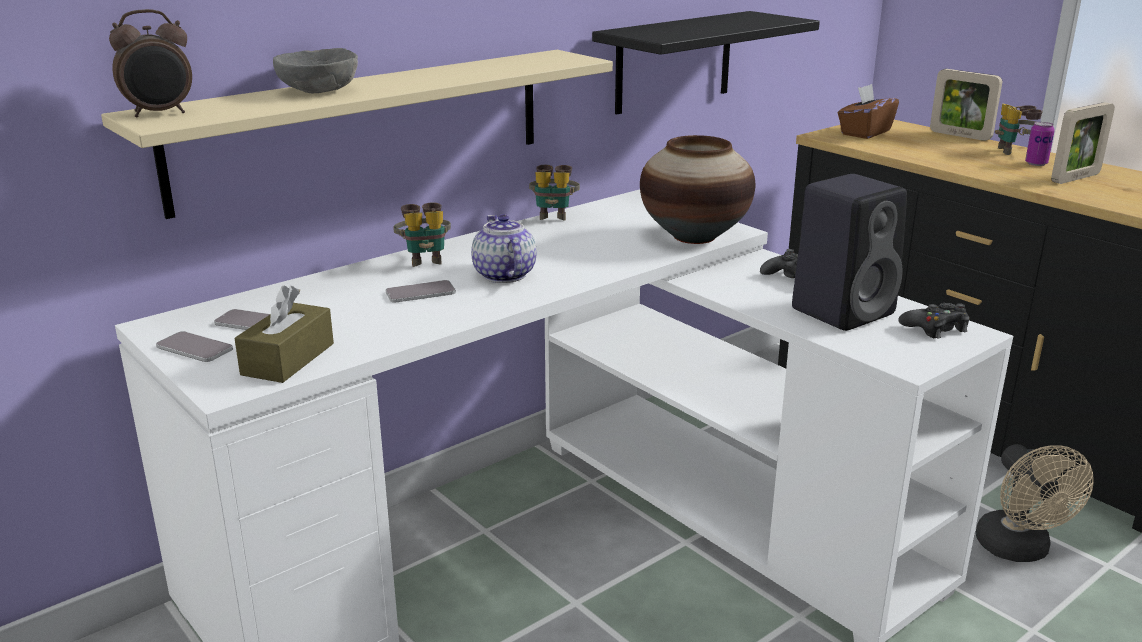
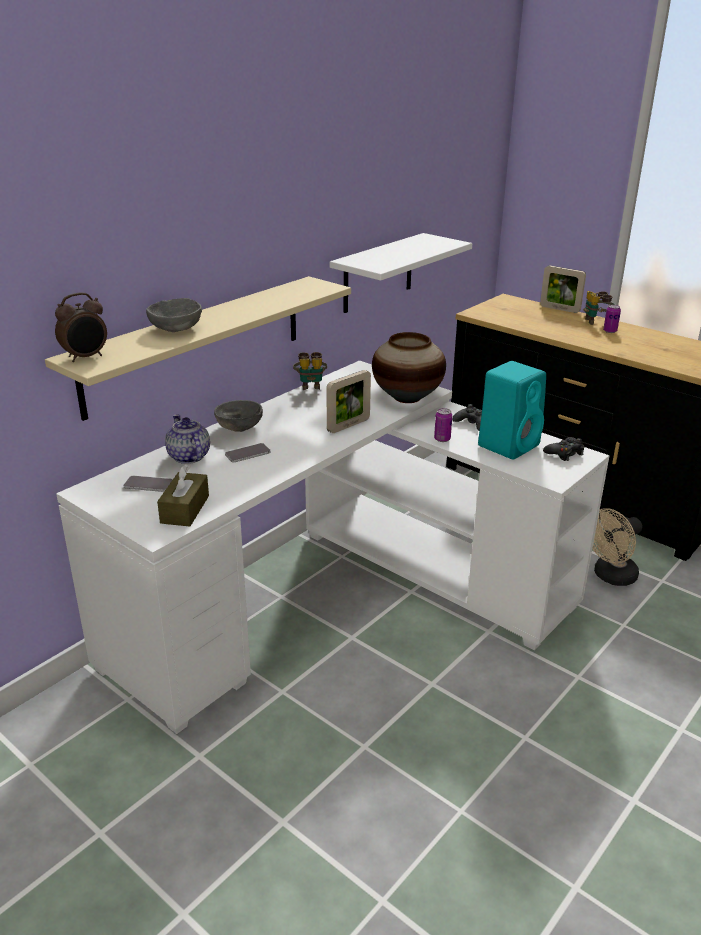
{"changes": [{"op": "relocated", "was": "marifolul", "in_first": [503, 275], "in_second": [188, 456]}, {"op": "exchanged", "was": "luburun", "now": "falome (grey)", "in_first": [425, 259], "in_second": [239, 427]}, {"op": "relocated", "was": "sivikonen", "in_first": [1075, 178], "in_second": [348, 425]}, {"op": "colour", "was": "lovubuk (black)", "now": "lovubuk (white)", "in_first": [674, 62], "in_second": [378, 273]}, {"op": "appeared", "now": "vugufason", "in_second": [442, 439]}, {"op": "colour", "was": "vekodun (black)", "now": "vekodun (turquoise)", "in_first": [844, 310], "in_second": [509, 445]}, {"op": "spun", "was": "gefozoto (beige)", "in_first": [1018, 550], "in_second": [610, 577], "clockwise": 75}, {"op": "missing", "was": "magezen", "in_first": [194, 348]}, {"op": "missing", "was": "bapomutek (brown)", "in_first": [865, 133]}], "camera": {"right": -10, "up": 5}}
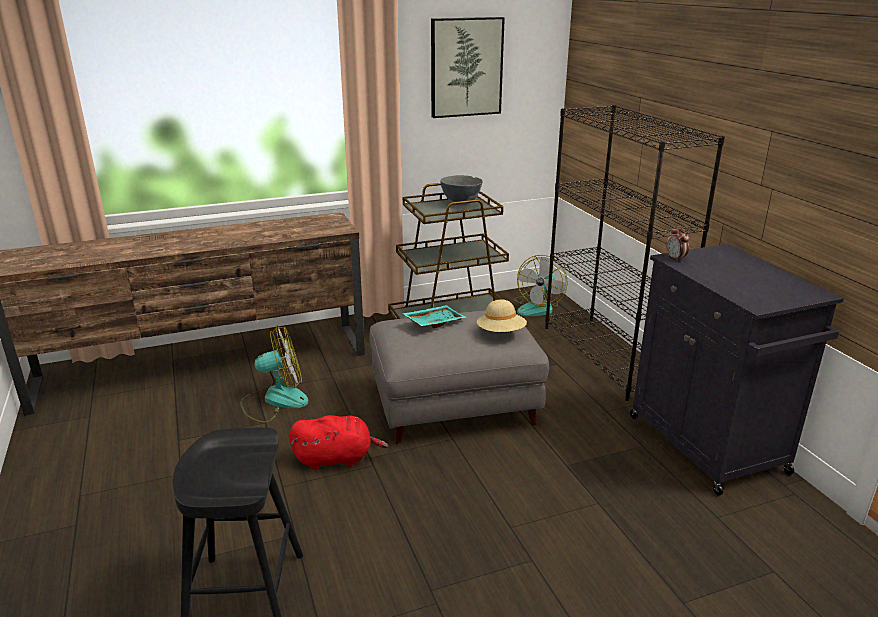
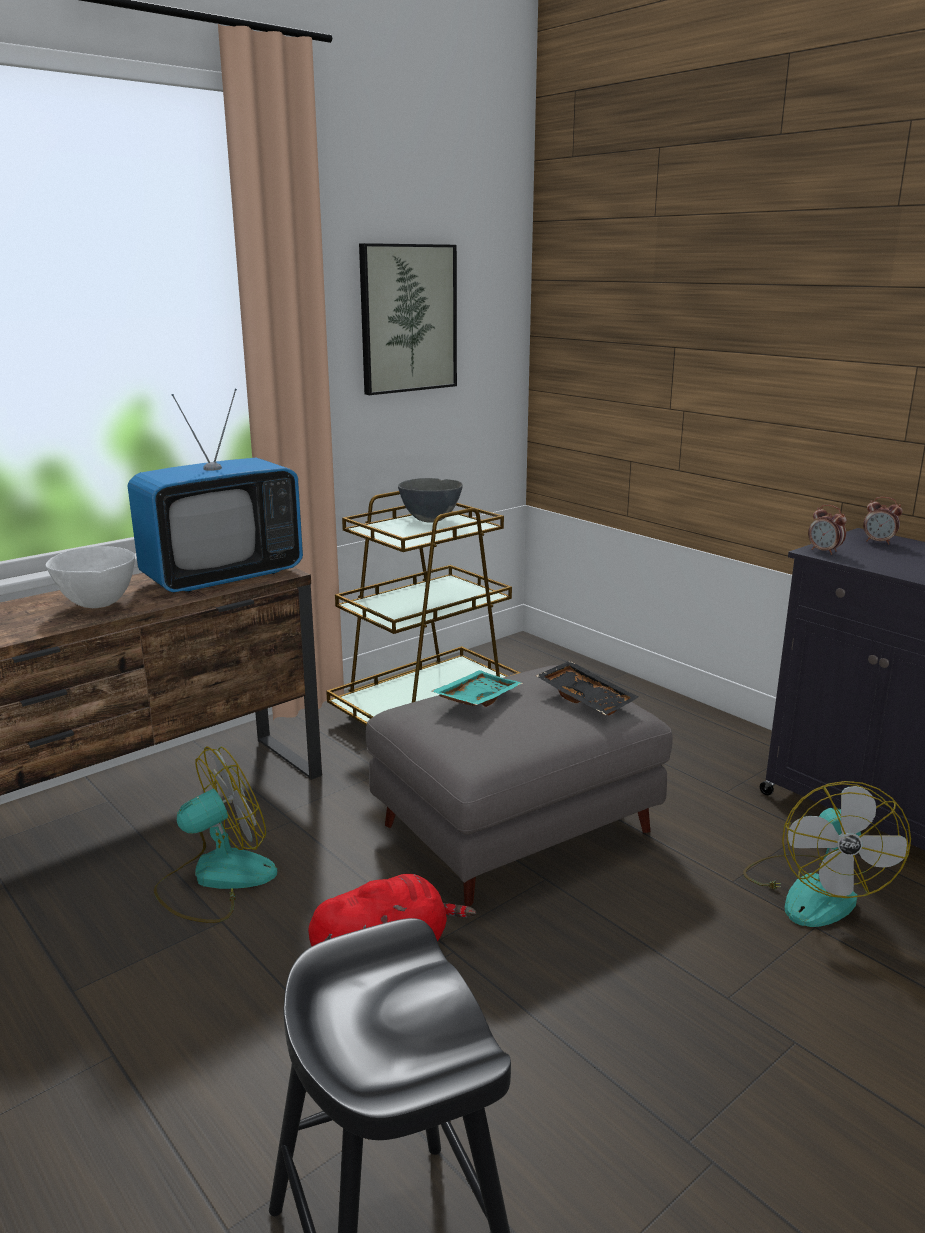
{"changes": [{"op": "appeared", "now": "falome (white)", "in_second": [98, 604]}, {"op": "appeared", "now": "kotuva", "in_second": [223, 577]}, {"op": "exchanged", "was": "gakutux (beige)", "now": "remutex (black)", "in_first": [501, 333], "in_second": [587, 698]}, {"op": "relocated", "was": "gefozoto", "in_first": [538, 307], "in_second": [814, 890]}, {"op": "appeared", "now": "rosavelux", "in_second": [878, 542]}, {"op": "missing", "was": "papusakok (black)", "in_first": [608, 356]}], "camera": {"right": -20, "up": -5}}
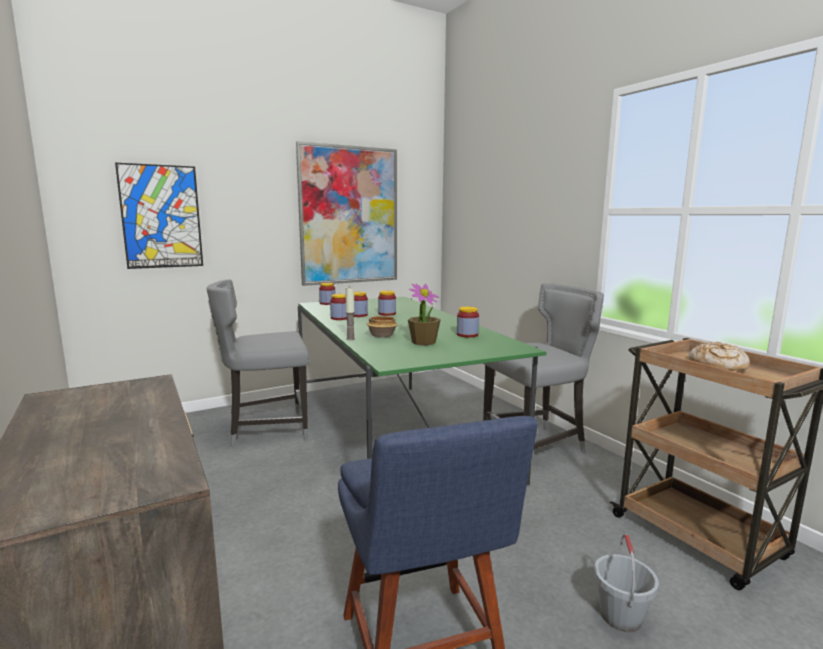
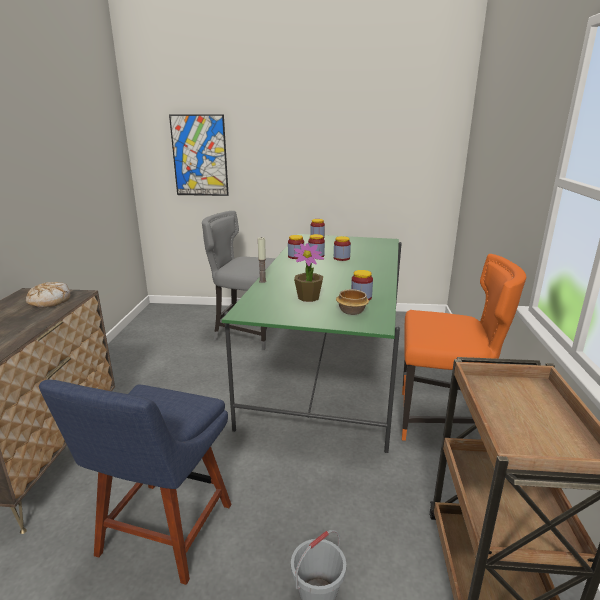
{"changes": [{"op": "relocated", "was": "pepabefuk", "in_first": [717, 366], "in_second": [49, 301]}, {"op": "relocated", "was": "falome", "in_first": [381, 335], "in_second": [351, 311]}, {"op": "colour", "was": "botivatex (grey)", "now": "botivatex (orange)", "in_first": [536, 446], "in_second": [442, 420]}, {"op": "missing", "was": "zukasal", "in_first": [349, 215]}], "camera": {"right": 35, "up": 10}}
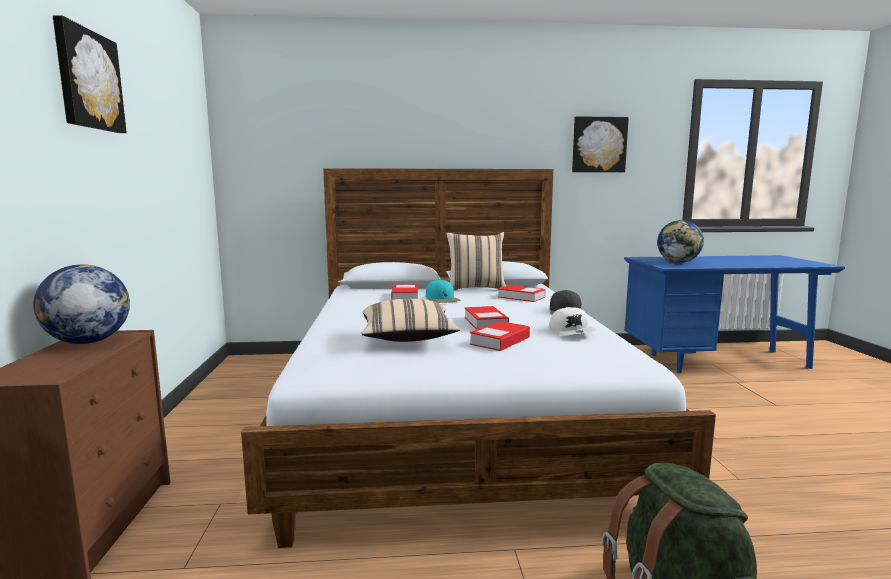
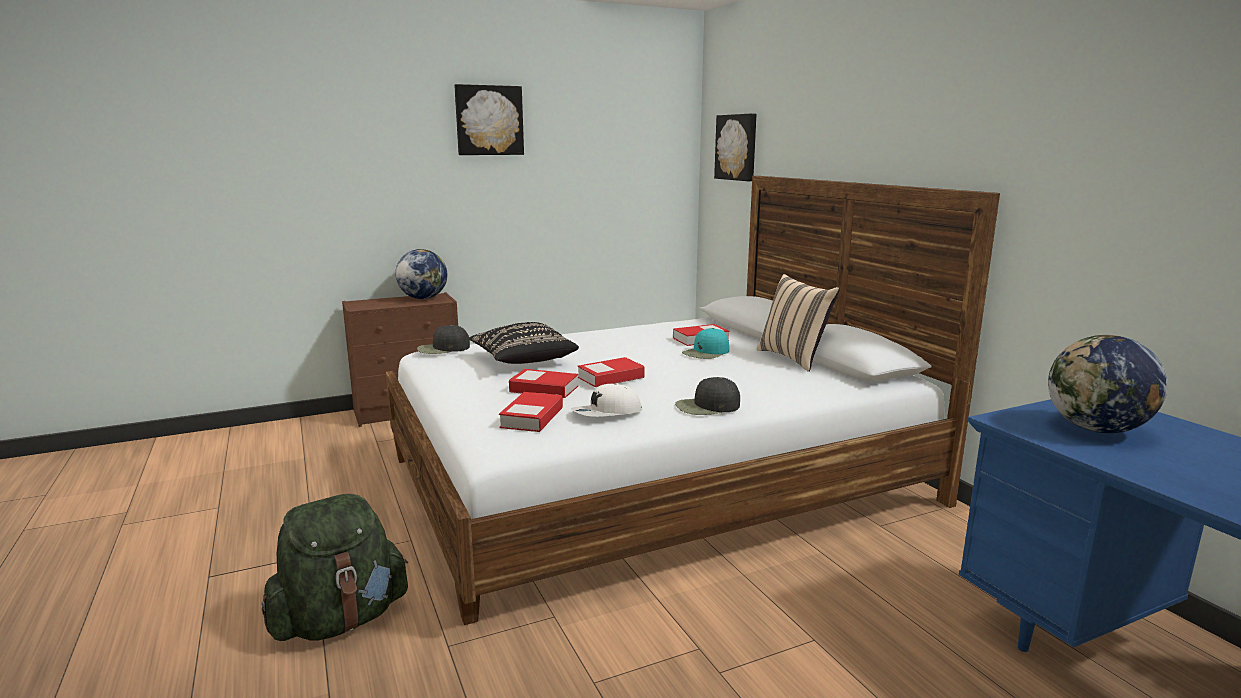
{"changes": [{"op": "appeared", "now": "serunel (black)", "in_second": [443, 348]}, {"op": "colour", "was": "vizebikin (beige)", "now": "vizebikin (black)", "in_first": [407, 338], "in_second": [523, 360]}, {"op": "relocated", "was": "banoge", "in_first": [521, 297], "in_second": [532, 418]}, {"op": "relocated", "was": "zukasal", "in_first": [598, 145], "in_second": [737, 147]}], "camera": {"right": 70, "up": 5}}
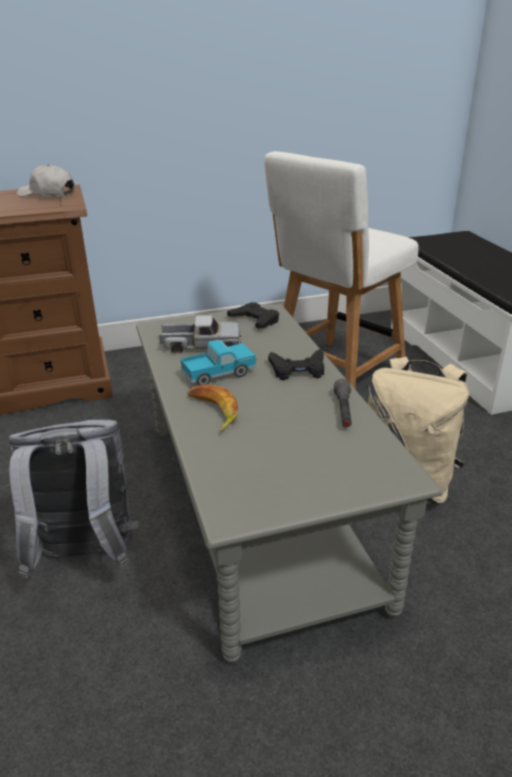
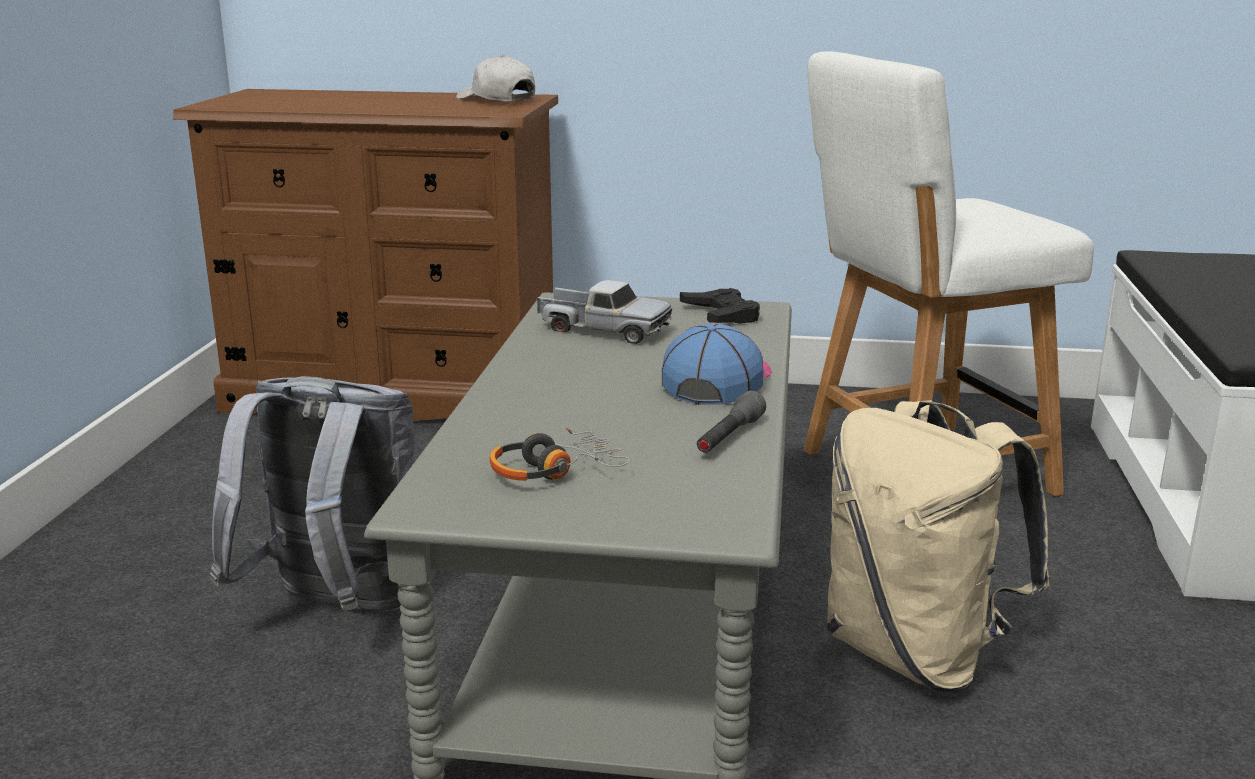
{"changes": [{"op": "appeared", "now": "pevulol", "in_second": [555, 470]}, {"op": "exchanged", "was": "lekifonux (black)", "now": "serunel", "in_first": [298, 370], "in_second": [717, 380]}, {"op": "missing", "was": "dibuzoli", "in_first": [219, 374]}, {"op": "missing", "was": "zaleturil", "in_first": [212, 412]}], "camera": {"right": 25, "up": -10}}
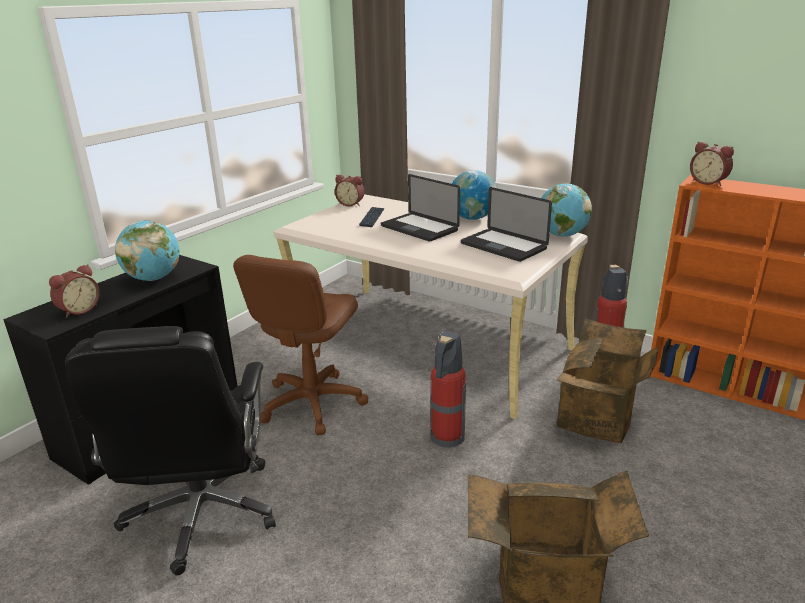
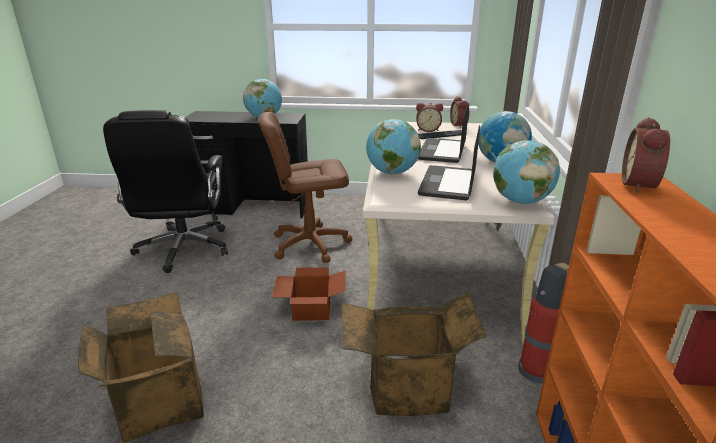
{"changes": [{"op": "spun", "was": "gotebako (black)", "in_first": [201, 514], "in_second": [183, 249], "clockwise": -60}, {"op": "exchanged", "was": "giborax", "now": "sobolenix", "in_first": [446, 438], "in_second": [310, 308]}, {"op": "appeared", "now": "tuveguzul", "in_second": [392, 173]}, {"op": "relocated", "was": "rosavelux", "in_first": [78, 310], "in_second": [428, 130]}], "camera": {"right": 60, "up": 0}}
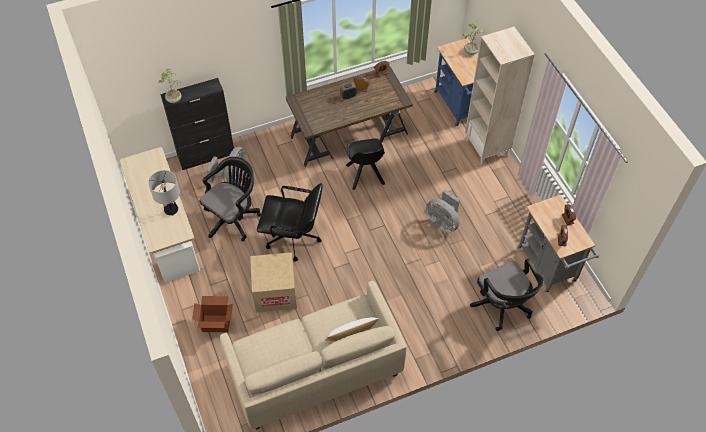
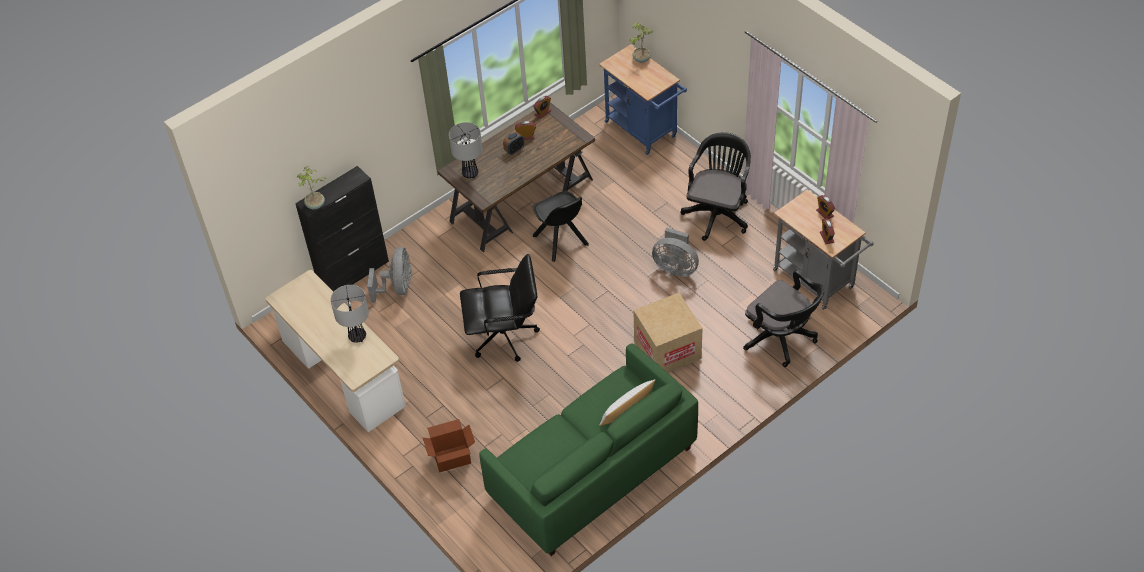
{"changes": [{"op": "appeared", "now": "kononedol", "in_second": [470, 173]}, {"op": "colour", "was": "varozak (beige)", "now": "varozak (green)", "in_first": [314, 369], "in_second": [592, 472]}, {"op": "relocated", "was": "sobolenix", "in_first": [275, 292], "in_second": [667, 349]}, {"op": "relocated", "was": "gotebako (black)", "in_first": [233, 217], "in_second": [718, 213]}, {"op": "missing", "was": "papusakok (beige)", "in_first": [486, 148]}], "camera": {"right": -15, "up": -5}}
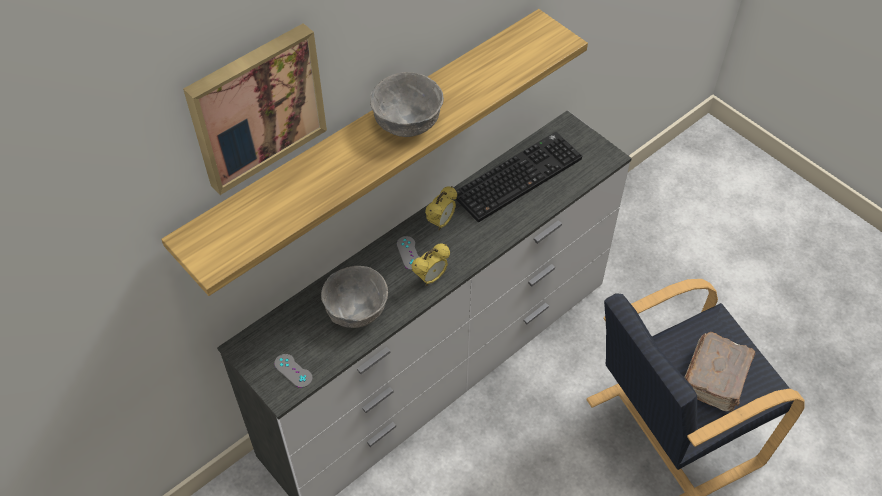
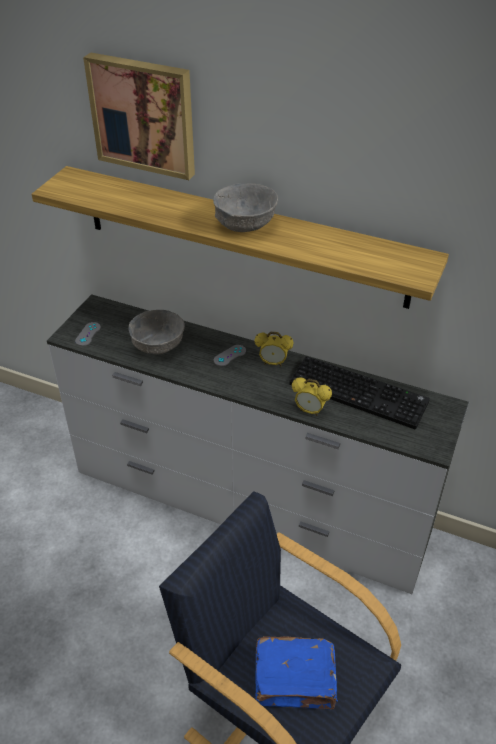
{"changes": [{"op": "colour", "was": "banoge (brown)", "now": "banoge (blue)", "in_first": [716, 378], "in_second": [296, 681]}, {"op": "relocated", "was": "rosavelux", "in_first": [431, 278], "in_second": [310, 411]}], "camera": {"right": 65, "up": -10}}
